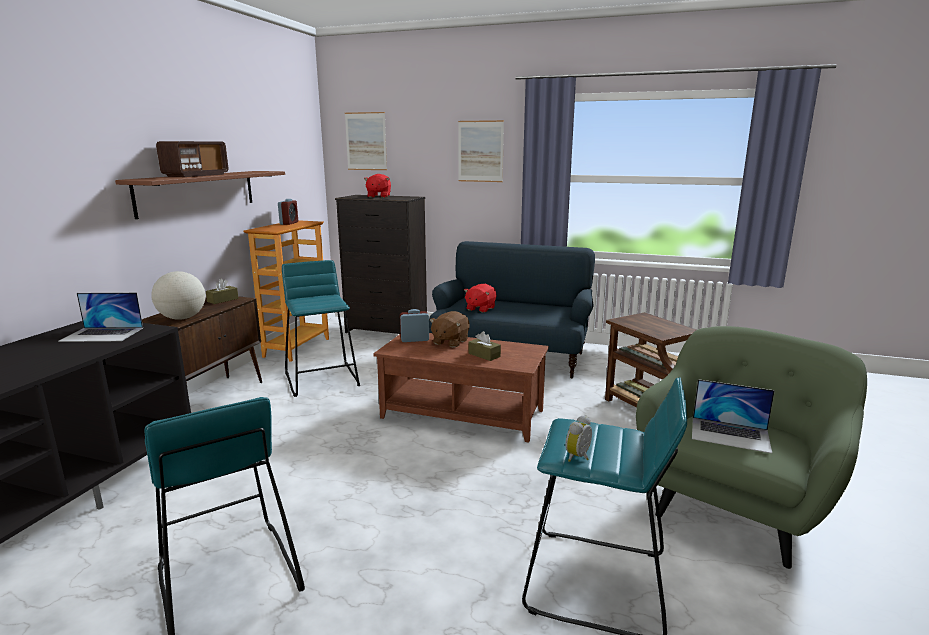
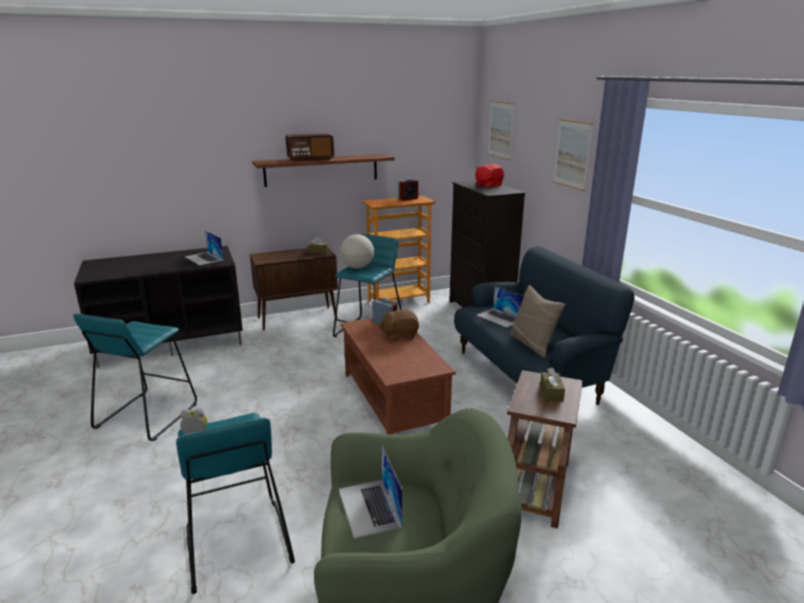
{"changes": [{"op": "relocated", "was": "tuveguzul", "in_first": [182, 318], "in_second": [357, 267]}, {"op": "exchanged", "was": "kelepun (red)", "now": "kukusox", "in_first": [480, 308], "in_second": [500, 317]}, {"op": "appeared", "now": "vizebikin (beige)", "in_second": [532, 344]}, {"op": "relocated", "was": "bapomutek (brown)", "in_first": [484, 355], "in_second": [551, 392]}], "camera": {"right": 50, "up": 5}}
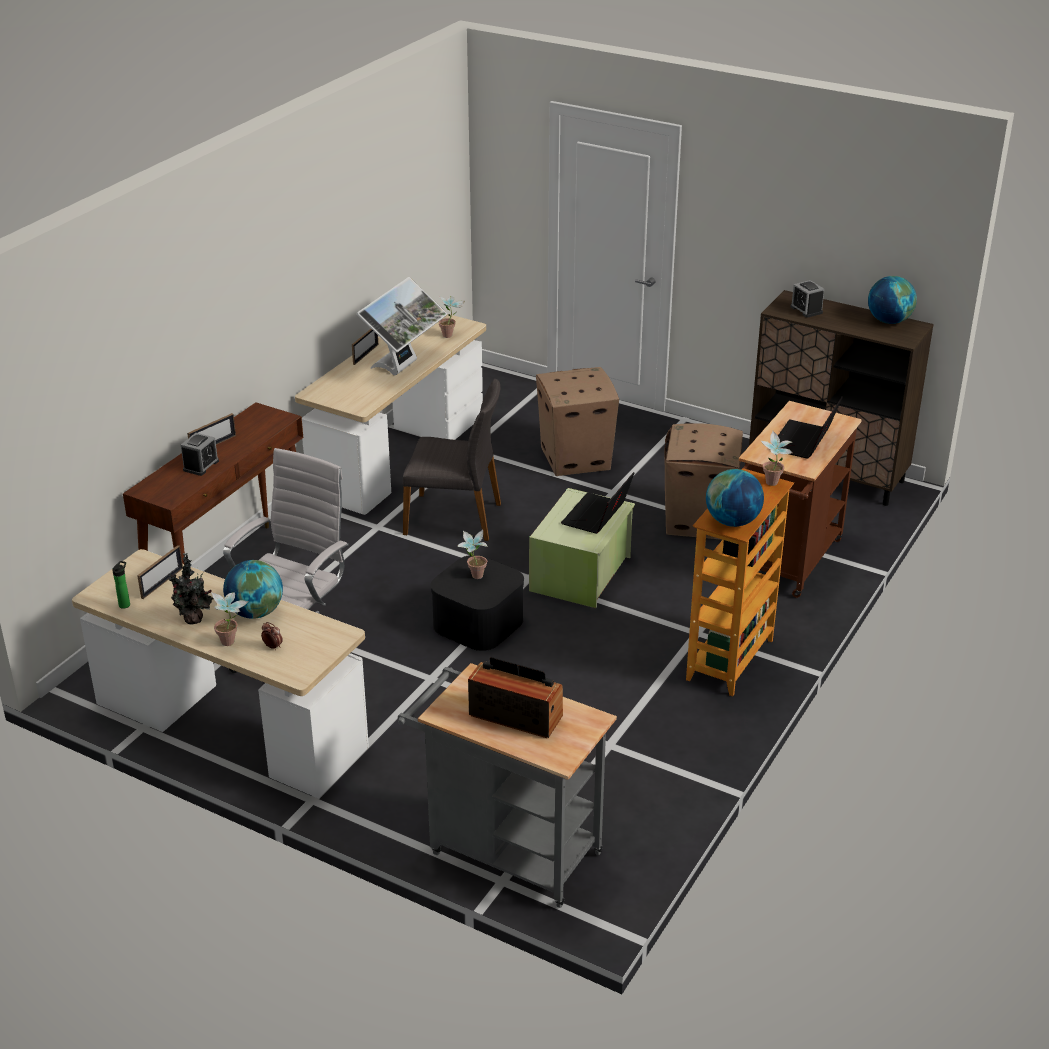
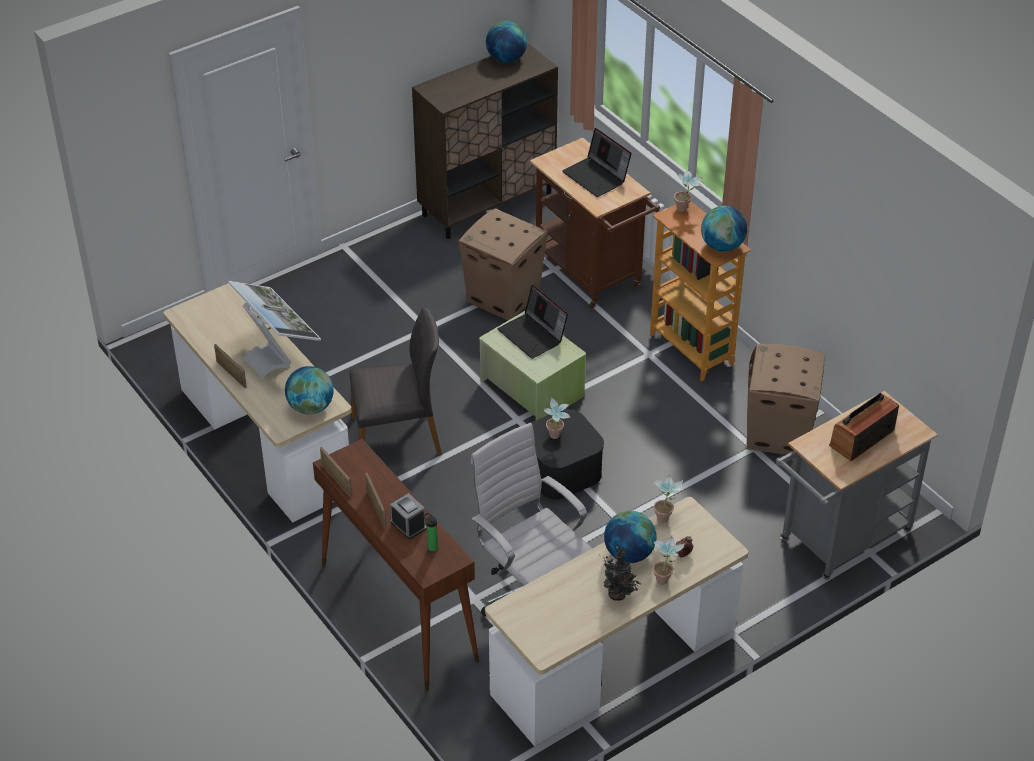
{"changes": [{"op": "appeared", "now": "tuveguzul", "in_second": [311, 407]}, {"op": "relocated", "was": "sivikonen", "in_first": [162, 583], "in_second": [336, 480]}, {"op": "spun", "was": "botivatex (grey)", "in_first": [454, 518], "in_second": [397, 436], "clockwise": 45}, {"op": "relocated", "was": "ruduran", "in_first": [125, 604], "in_second": [431, 546]}, {"op": "relocated", "was": "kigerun", "in_first": [451, 336], "in_second": [665, 516]}, {"op": "relocated", "was": "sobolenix", "in_first": [574, 459], "in_second": [778, 434]}, {"op": "missing", "was": "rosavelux", "in_first": [806, 310]}], "camera": {"right": -65, "up": 10}}
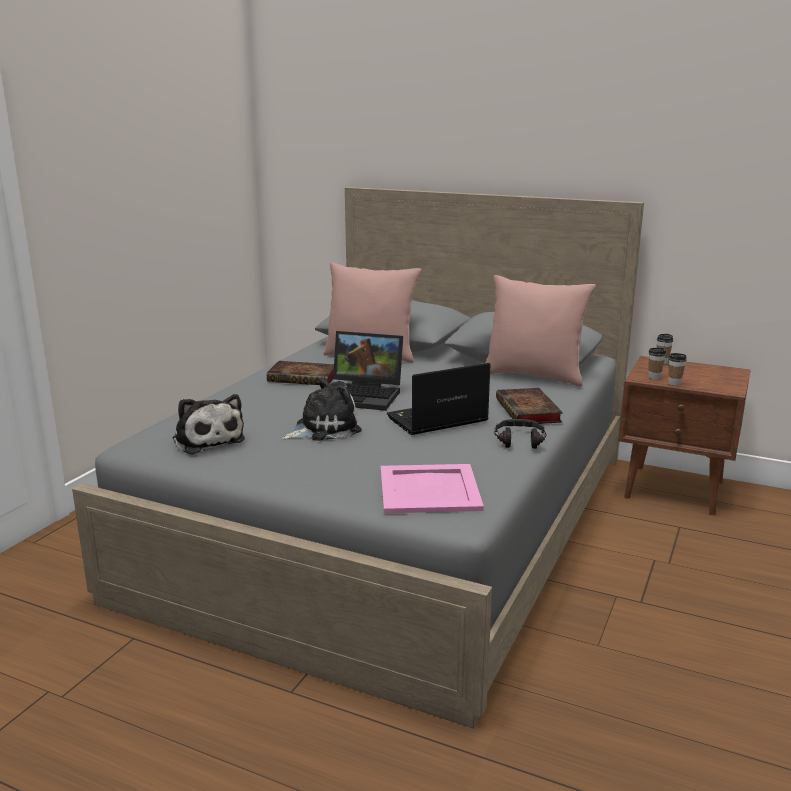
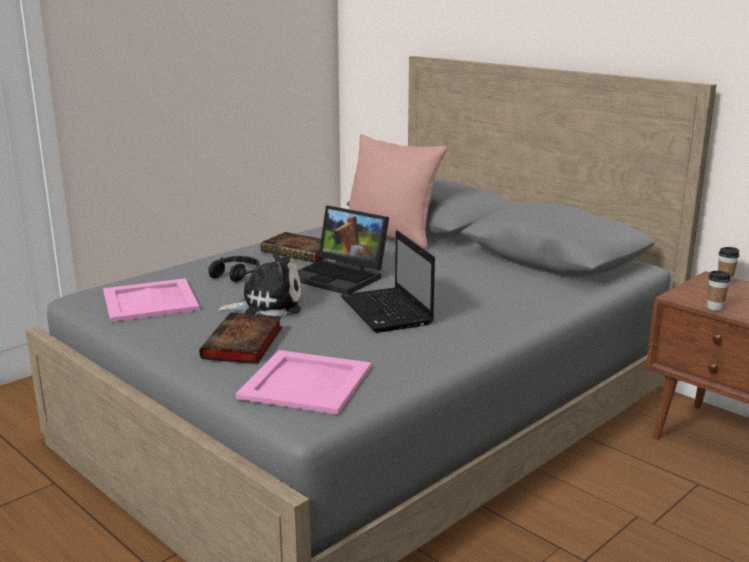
{"changes": [{"op": "exchanged", "was": "kelepun", "now": "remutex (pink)", "in_first": [207, 439], "in_second": [151, 300]}, {"op": "relocated", "was": "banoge", "in_first": [529, 412], "in_second": [243, 344]}, {"op": "relocated", "was": "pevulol", "in_first": [519, 440], "in_second": [234, 274]}, {"op": "spun", "was": "kukusox", "in_first": [435, 420], "in_second": [387, 312], "clockwise": -105}, {"op": "missing", "was": "vizebikin (pink)", "in_first": [534, 376]}, {"op": "missing", "was": "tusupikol", "in_first": [654, 377]}], "camera": {"right": 20, "up": 0}}
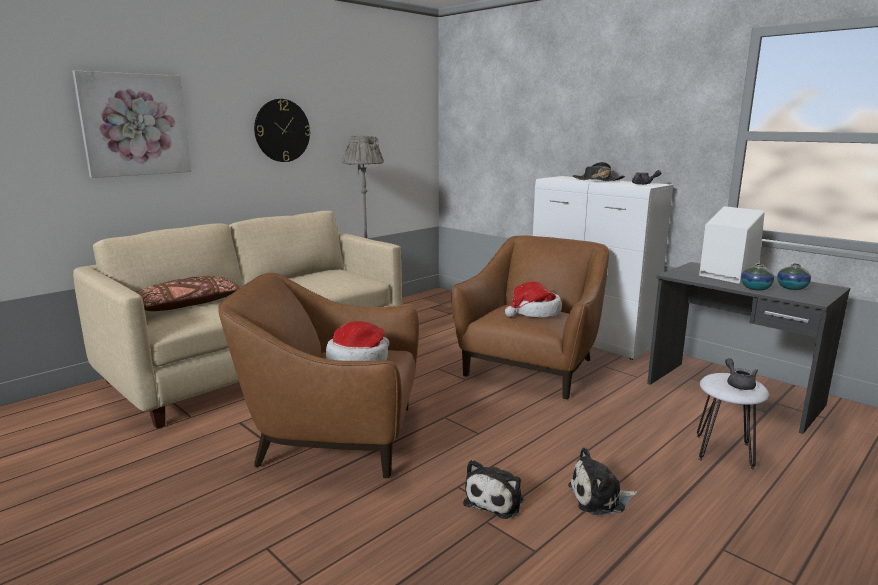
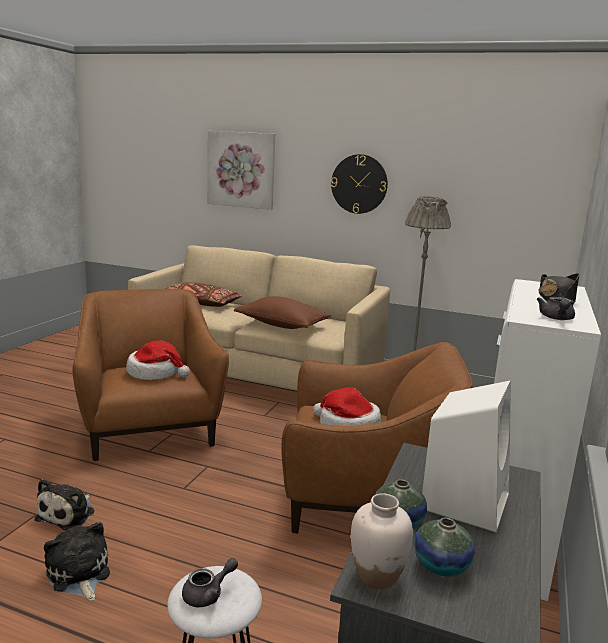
{"changes": [{"op": "spun", "was": "kelepun", "in_first": [496, 500], "in_second": [68, 514], "clockwise": -75}, {"op": "appeared", "now": "vizebikin (brown)", "in_second": [281, 325]}, {"op": "appeared", "now": "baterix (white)", "in_second": [377, 576]}], "camera": {"right": 65, "up": 0}}
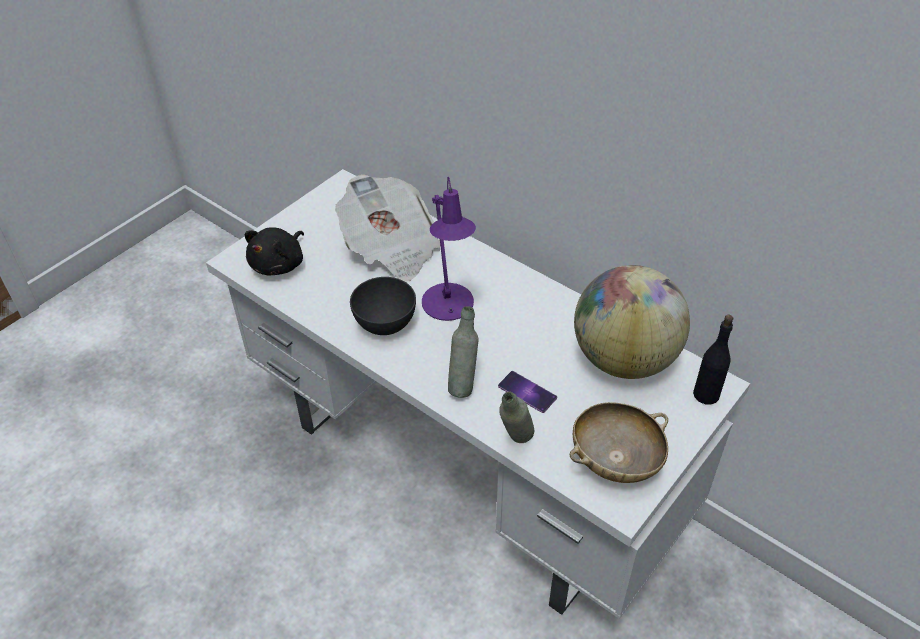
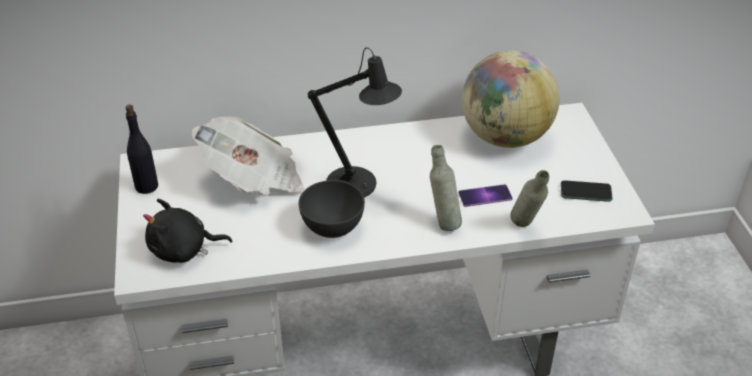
{"changes": [{"op": "relocated", "was": "ruduran (black)", "in_first": [706, 394], "in_second": [146, 186]}, {"op": "spun", "was": "kelepun (black)", "in_first": [279, 264], "in_second": [183, 250], "clockwise": 105}, {"op": "colour", "was": "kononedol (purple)", "now": "kononedol (black)", "in_first": [449, 307], "in_second": [358, 185]}, {"op": "exchanged", "was": "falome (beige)", "now": "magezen", "in_first": [615, 459], "in_second": [586, 192]}], "camera": {"right": -50, "up": -5}}
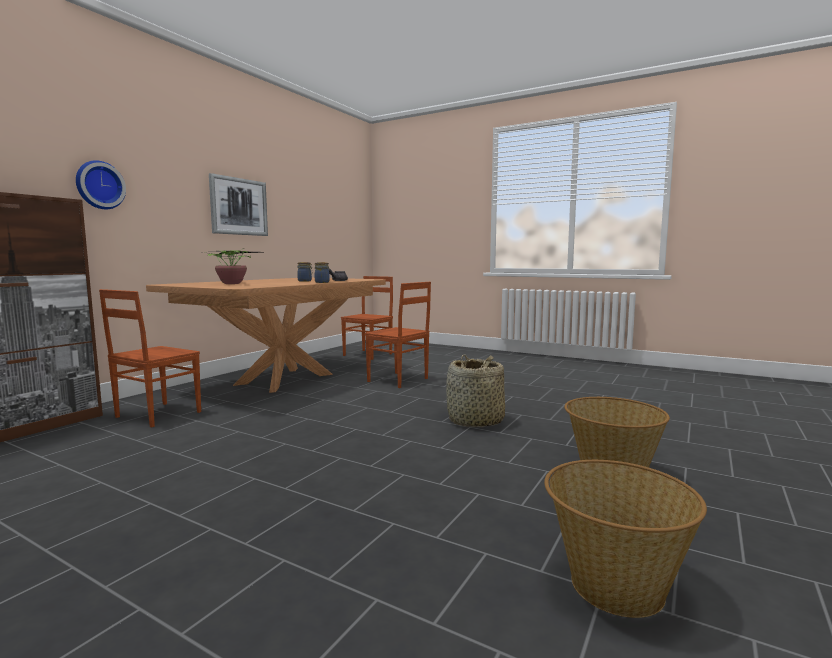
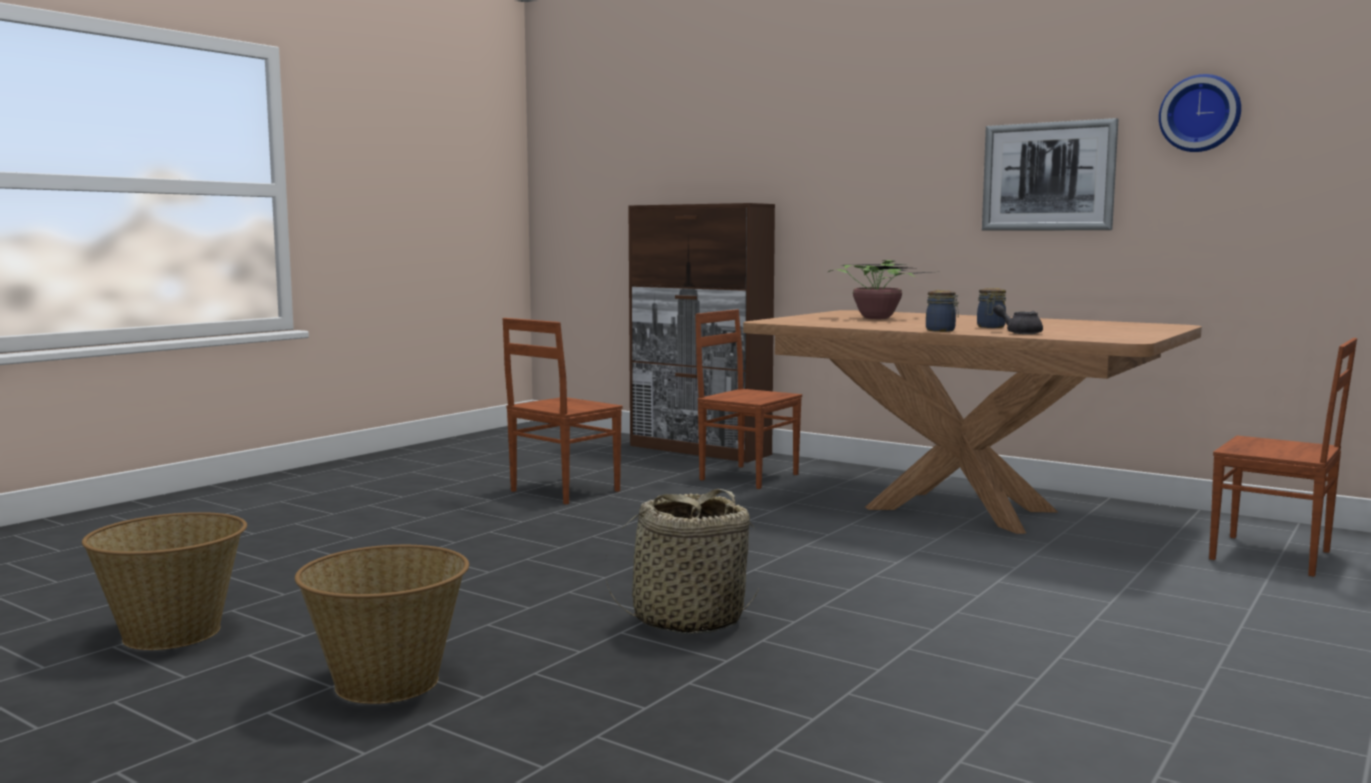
{"changes": [{"op": "relocated", "was": "botivatex (brown)", "in_first": [398, 380], "in_second": [562, 491]}, {"op": "relocated", "was": "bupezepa", "in_first": [99, 185], "in_second": [1200, 114]}], "camera": {"right": 95, "up": 0}}
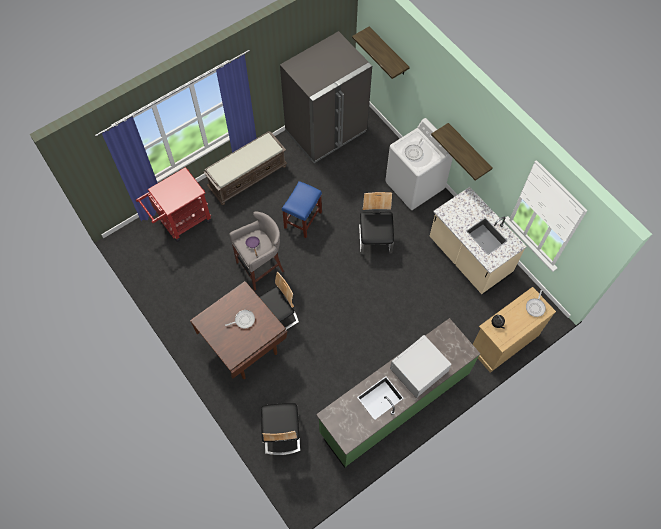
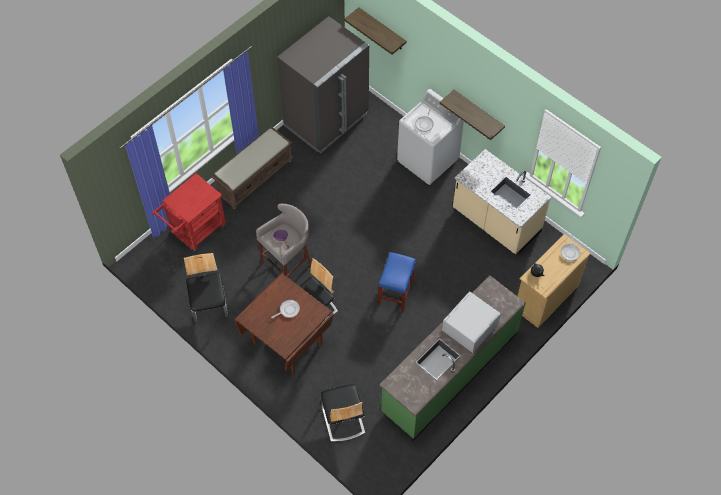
{"changes": [{"op": "relocated", "was": "botivatex", "in_first": [375, 239], "in_second": [209, 304]}, {"op": "relocated", "was": "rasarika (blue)", "in_first": [302, 220], "in_second": [396, 293]}], "camera": {"right": -10, "up": -5}}
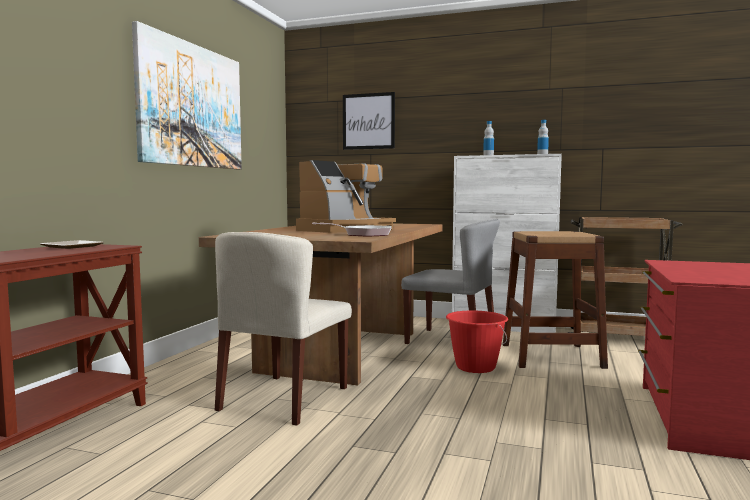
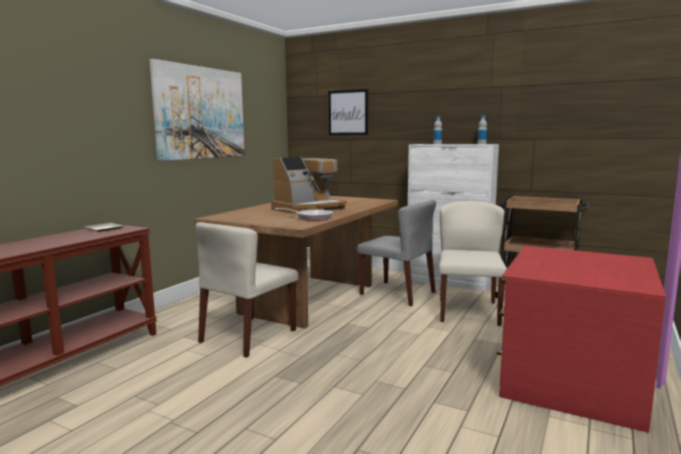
{"changes": [{"op": "exchanged", "was": "rasarika (brown)", "now": "botivatex (beige)", "in_first": [551, 355], "in_second": [468, 311]}, {"op": "missing", "was": "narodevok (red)", "in_first": [475, 367]}], "camera": {"right": 10, "up": 5}}
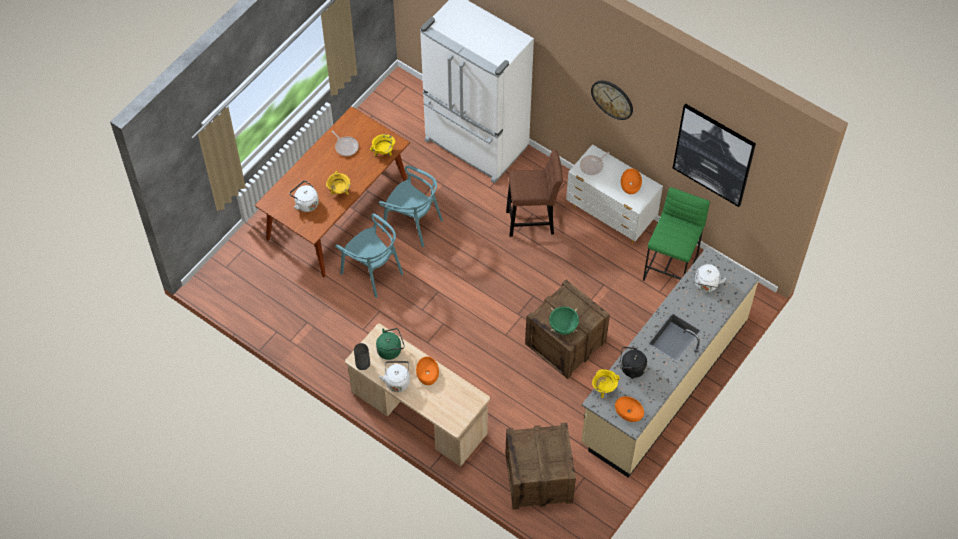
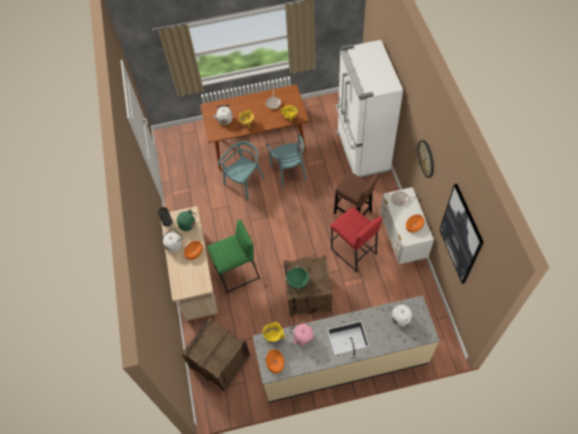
{"changes": [{"op": "relocated", "was": "rasarika (green)", "in_first": [671, 268], "in_second": [237, 274]}, {"op": "spun", "was": "botivatex (turquoise)", "in_first": [372, 271], "in_second": [245, 183], "clockwise": -135}, {"op": "colour", "was": "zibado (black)", "now": "zibado (pink)", "in_first": [631, 368], "in_second": [302, 336]}, {"op": "appeared", "now": "rasarika (red)", "in_second": [353, 252]}], "camera": {"right": 45, "up": 0}}
